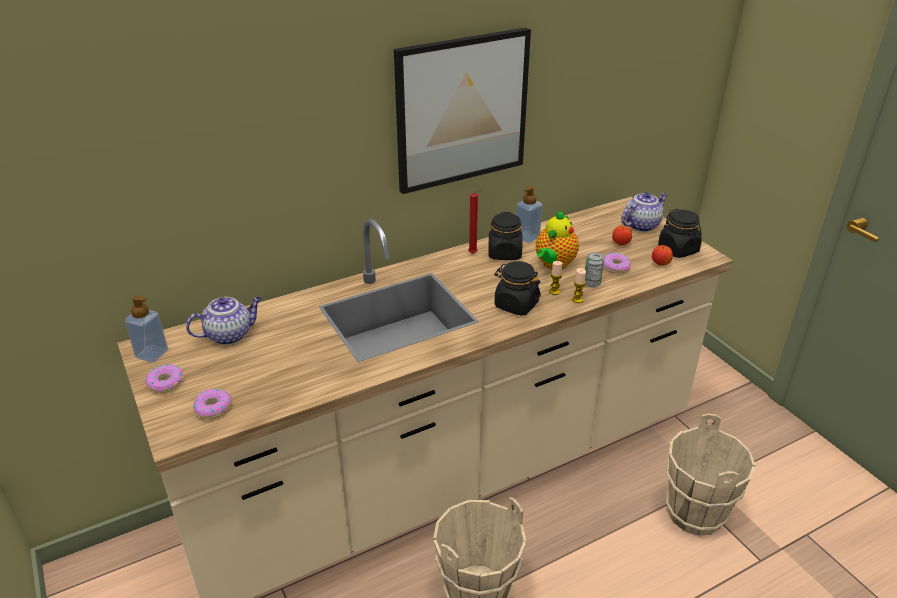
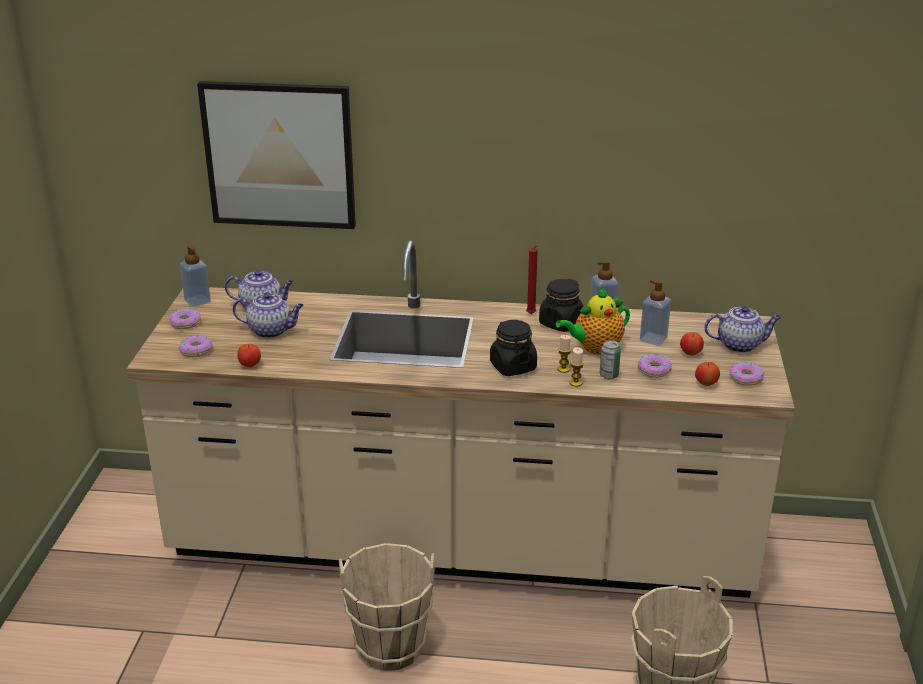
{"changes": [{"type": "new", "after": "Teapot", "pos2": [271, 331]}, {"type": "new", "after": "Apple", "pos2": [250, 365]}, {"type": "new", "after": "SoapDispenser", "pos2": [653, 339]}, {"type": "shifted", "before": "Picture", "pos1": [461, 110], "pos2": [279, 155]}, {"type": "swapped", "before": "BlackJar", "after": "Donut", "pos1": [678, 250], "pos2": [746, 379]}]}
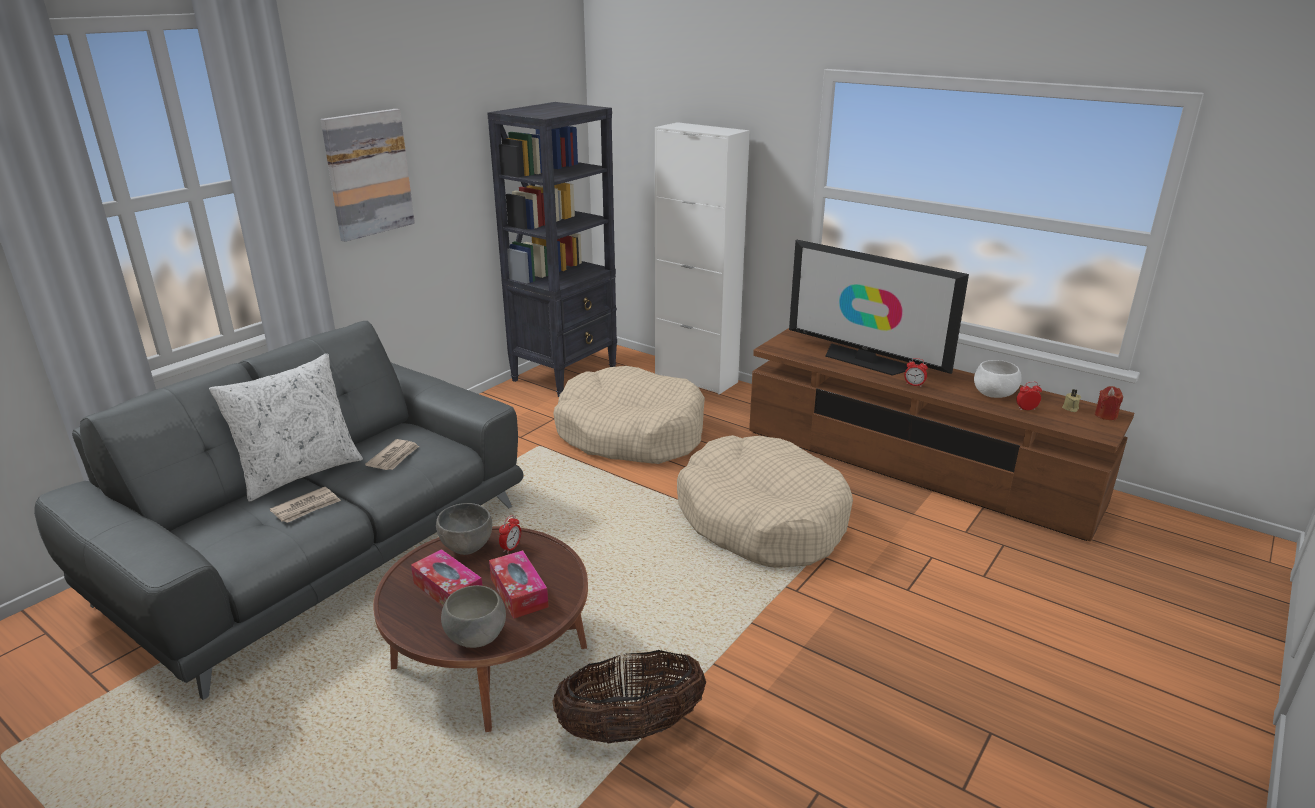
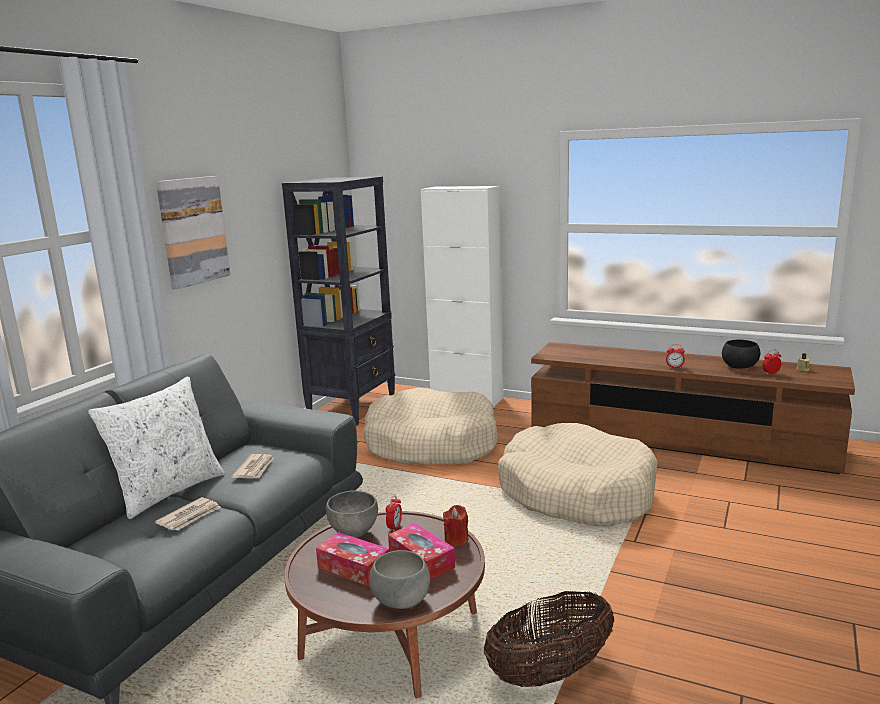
{"changes": [{"type": "gone", "before": "Television", "pos1": [865, 361]}, {"type": "shifted", "before": "RedCandle", "pos1": [1106, 415], "pos2": [456, 539]}, {"type": "repainted", "before": "WhiteBowl", "after": "BlackBowl", "pos1": [994, 393], "pos2": [739, 366]}]}
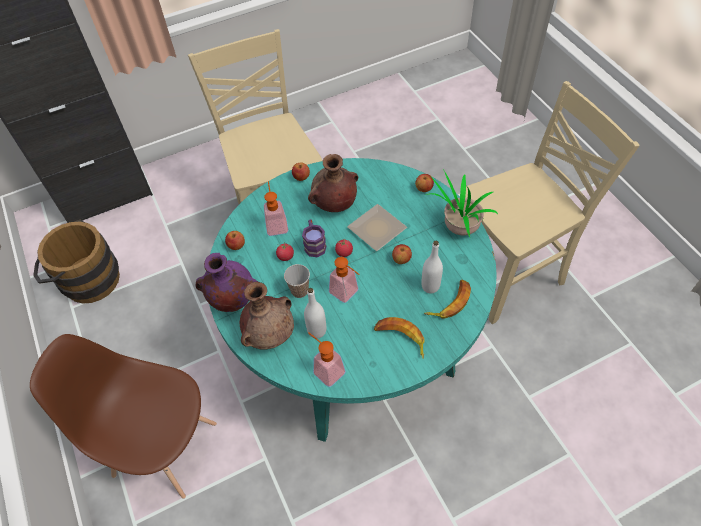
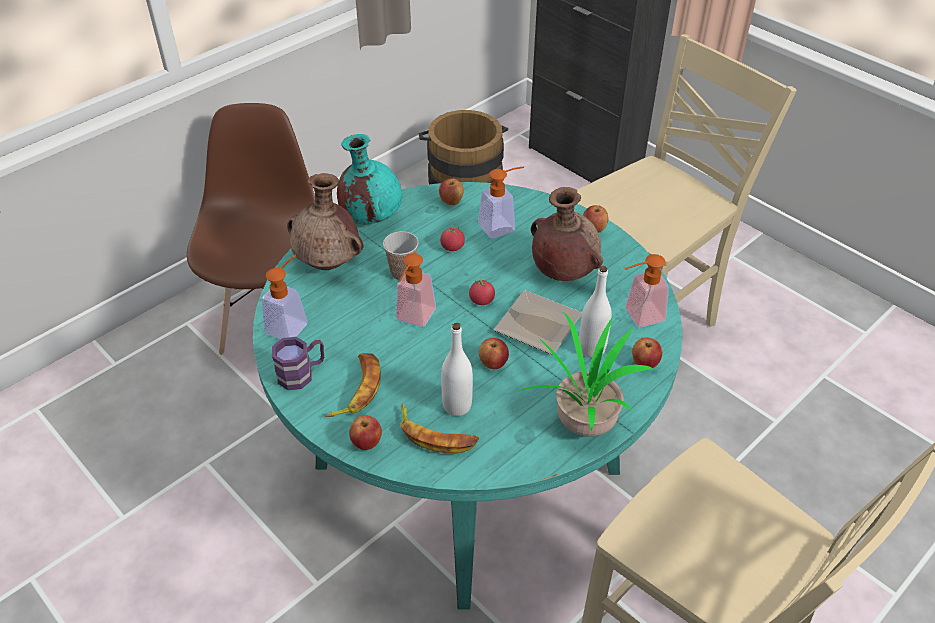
{"changes": [{"type": "new", "after": "Apple", "pos2": [367, 442]}, {"type": "new", "after": "SoapDispenser", "pos2": [638, 317]}, {"type": "shifted", "before": "PurpleMug", "pos1": [314, 244], "pos2": [302, 373]}, {"type": "shifted", "before": "WhiteBottle", "pos1": [317, 331], "pos2": [591, 349]}, {"type": "repainted", "before": "PurpleVase", "after": "TurquoiseVase", "pos1": [231, 299], "pos2": [371, 218]}]}
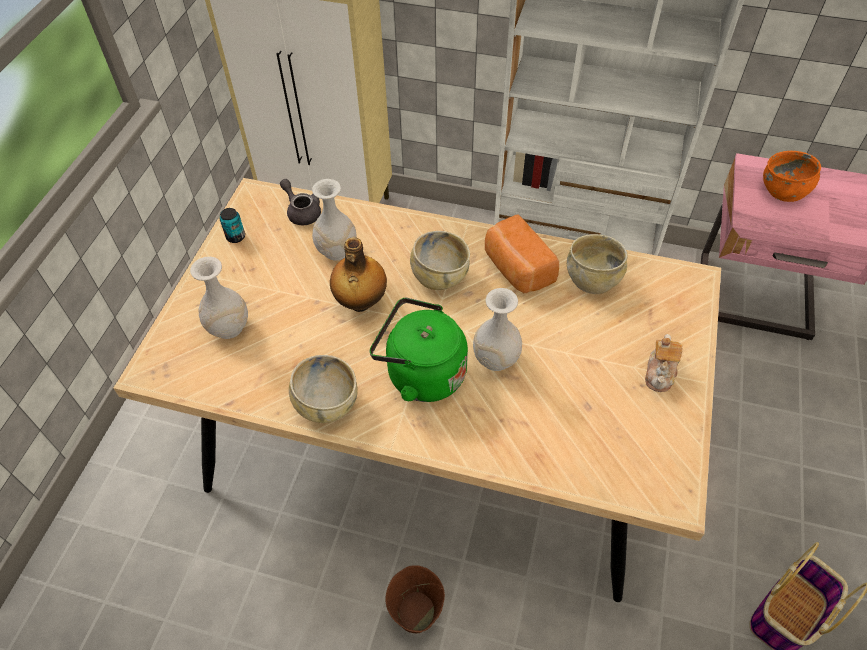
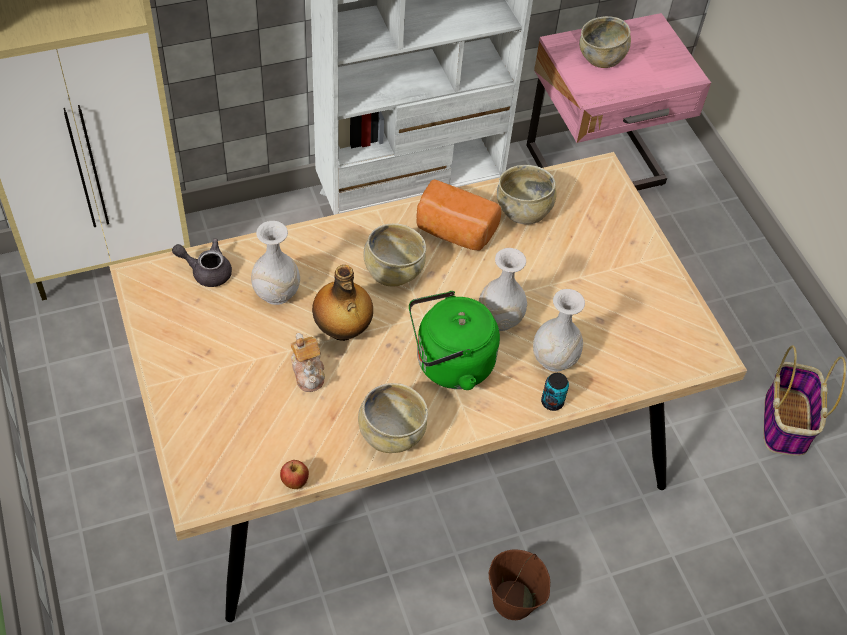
{"changes": [{"type": "new", "after": "Apple", "pos2": [294, 482]}, {"type": "shifted", "before": "WhiteVase", "pos1": [229, 328], "pos2": [554, 359]}, {"type": "shifted", "before": "Can", "pos1": [235, 237], "pos2": [552, 402]}, {"type": "shifted", "before": "Teapot", "pos1": [660, 373], "pos2": [308, 372]}, {"type": "repainted", "before": "OrangeBowl", "after": "BeigeBowl", "pos1": [783, 191], "pos2": [601, 58]}]}
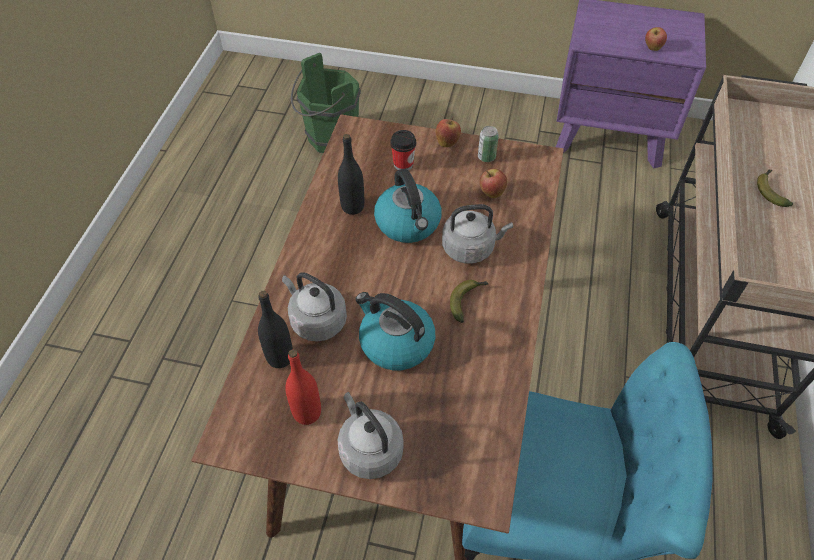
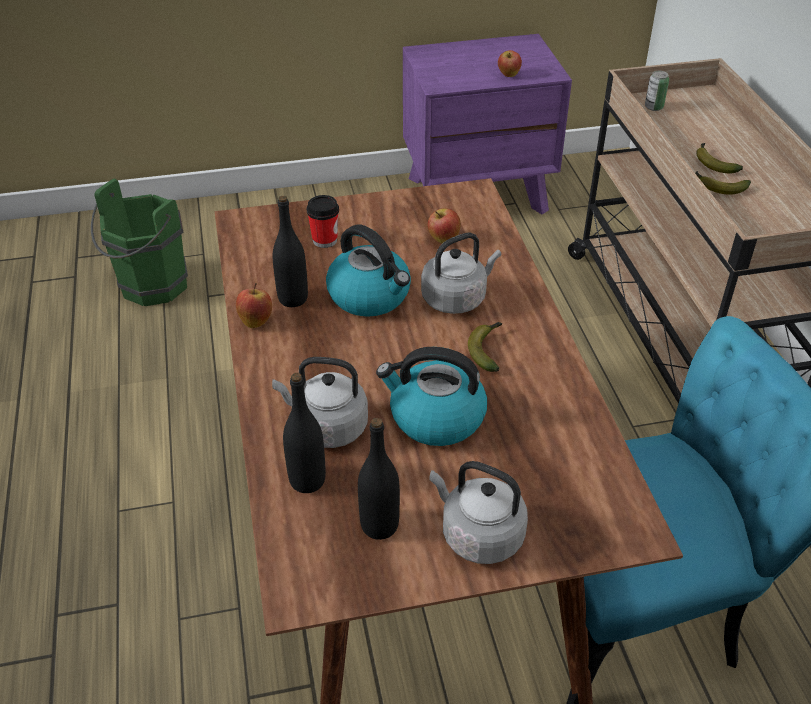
{"changes": [{"type": "new", "after": "Banana", "pos2": [718, 187]}, {"type": "shifted", "before": "Apple", "pos1": [447, 142], "pos2": [256, 321]}, {"type": "shifted", "before": "Can", "pos1": [486, 157], "pos2": [654, 107]}, {"type": "repainted", "before": "RedBottle", "after": "BlackBottle", "pos1": [307, 412], "pos2": [379, 525]}]}
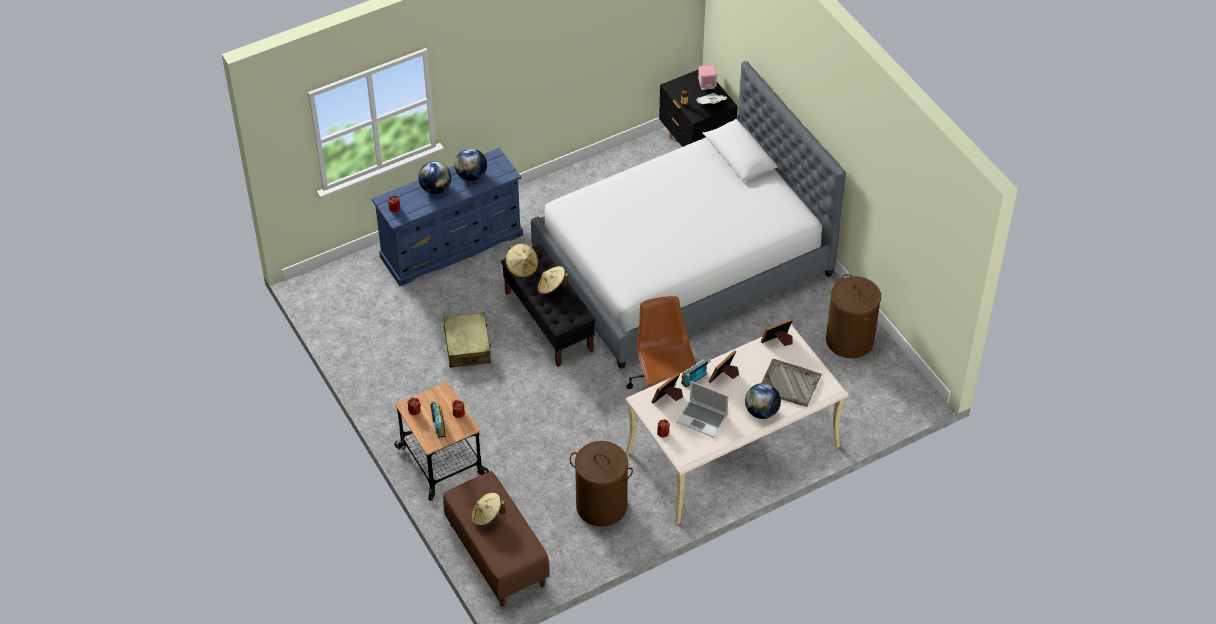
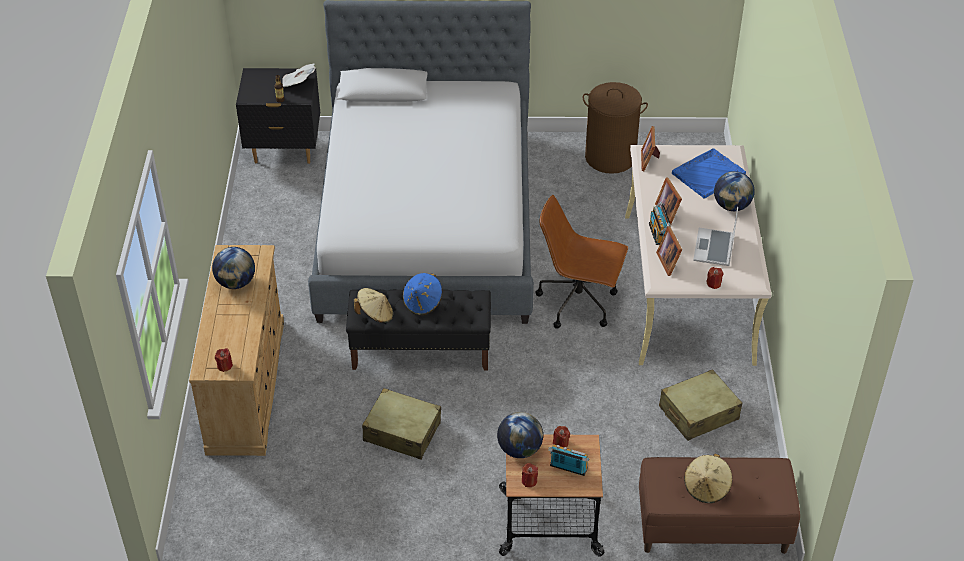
{"changes": [{"type": "gone", "before": "PinkSpeaker", "pos1": [707, 85]}, {"type": "shifted", "before": "Globe", "pos1": [435, 188], "pos2": [519, 449]}, {"type": "swapped", "before": "BrownLaundryBasket", "after": "BeigeSuitcase", "pos1": [601, 506], "pos2": [698, 413]}, {"type": "repainted", "before": "BlueDresser", "after": "BeigeDresser", "pos1": [452, 245], "pos2": [246, 385]}, {"type": "repainted", "before": "BeigeHat", "after": "BlueHat", "pos1": [552, 287], "pos2": [423, 303]}, {"type": "repainted", "before": "GreyTray", "after": "BlueTray", "pos1": [790, 384], "pos2": [709, 174]}, {"type": "rotated", "before": "Laptop", "pos1": [703, 419], "pos2": [714, 249], "turn": 135}]}
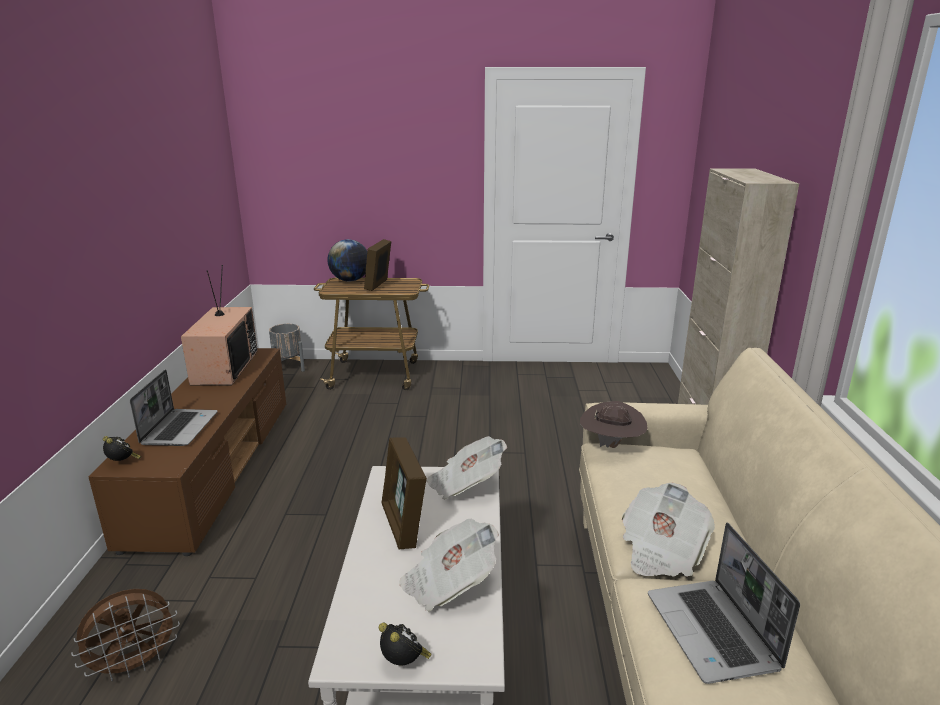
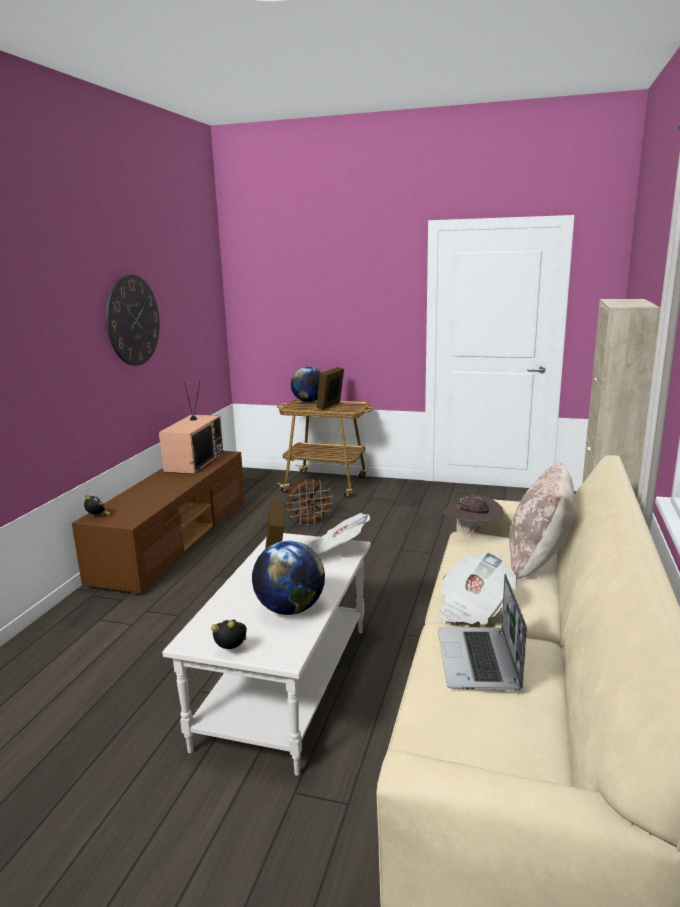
{"changes": [{"type": "gone", "before": "Laptop", "pos1": [179, 428]}, {"type": "gone", "before": "GreyPlanter", "pos1": [288, 367]}, {"type": "new", "after": "WallClock", "pos2": [133, 320]}, {"type": "new", "after": "BeigePillow", "pos2": [538, 561]}, {"type": "shifted", "before": "BrownFan", "pos1": [135, 665], "pos2": [309, 522]}, {"type": "swapped", "before": "Newspaper", "after": "Globe", "pos1": [448, 583], "pos2": [290, 609]}, {"type": "rotated", "before": "AlarmClock", "pos1": [404, 664], "pos2": [232, 650], "turn": -60}]}
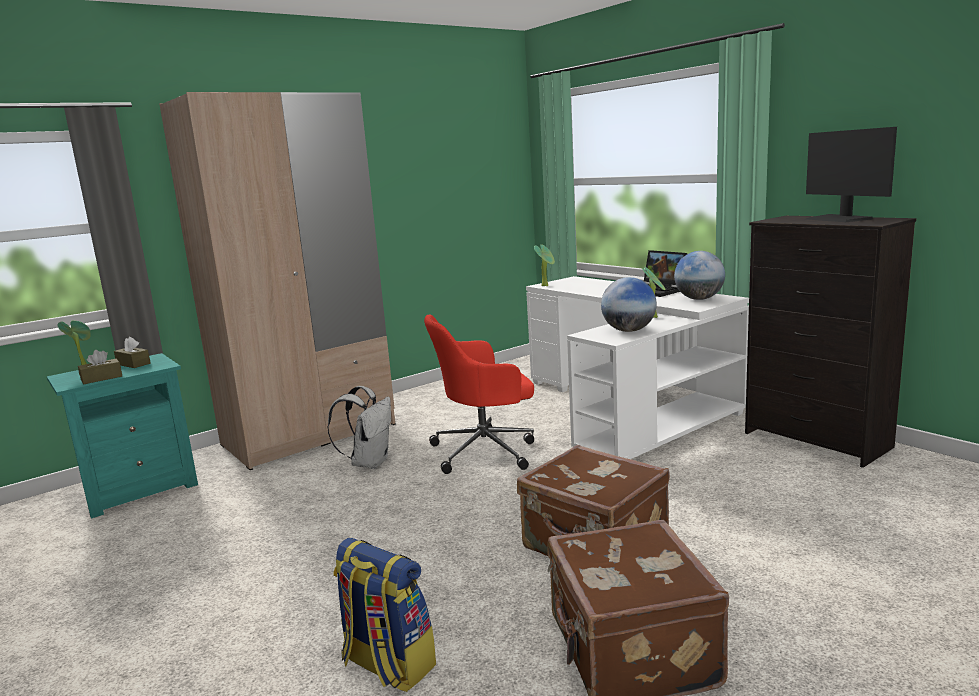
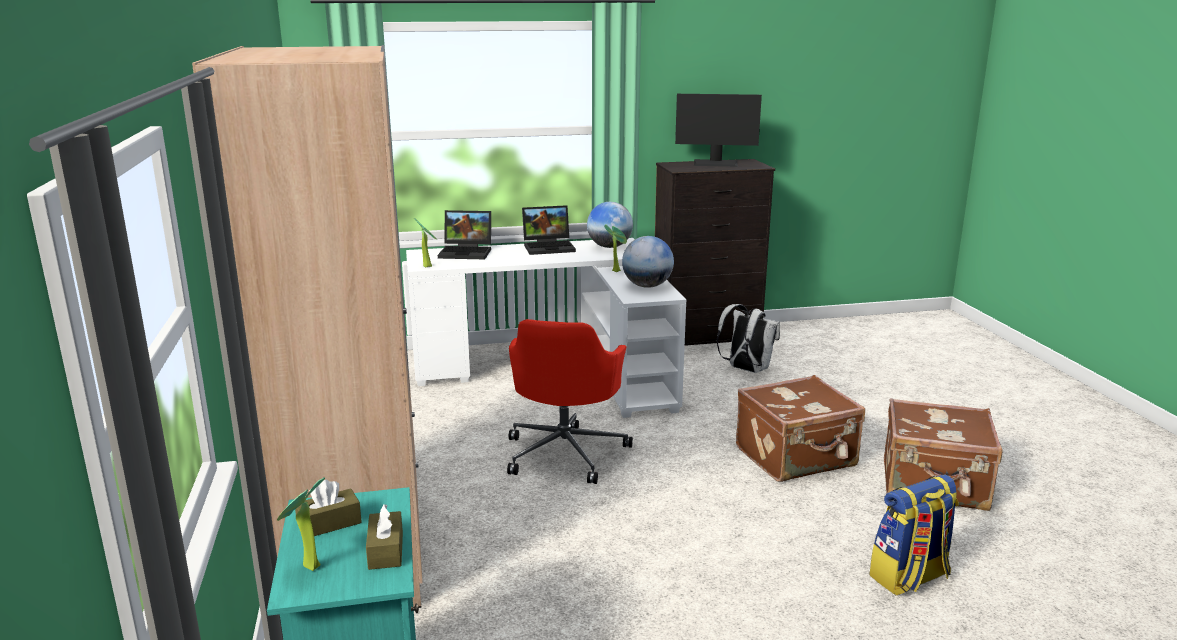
{"changes": [{"type": "new", "after": "Laptop", "pos2": [467, 252]}, {"type": "shifted", "before": "WhiteBackpack", "pos1": [369, 462], "pos2": [746, 369]}]}
